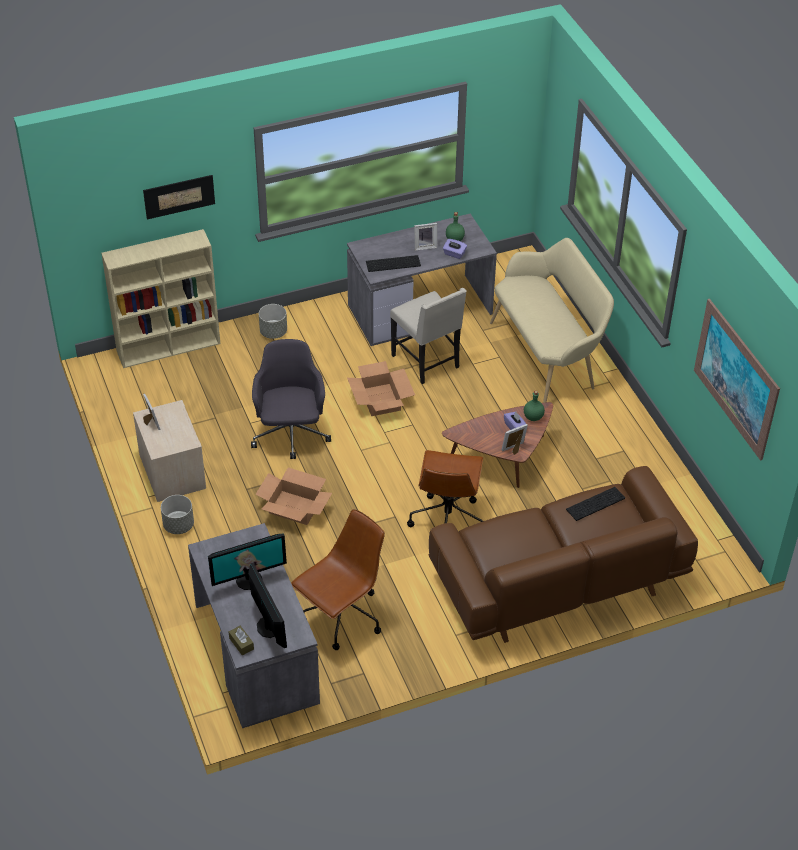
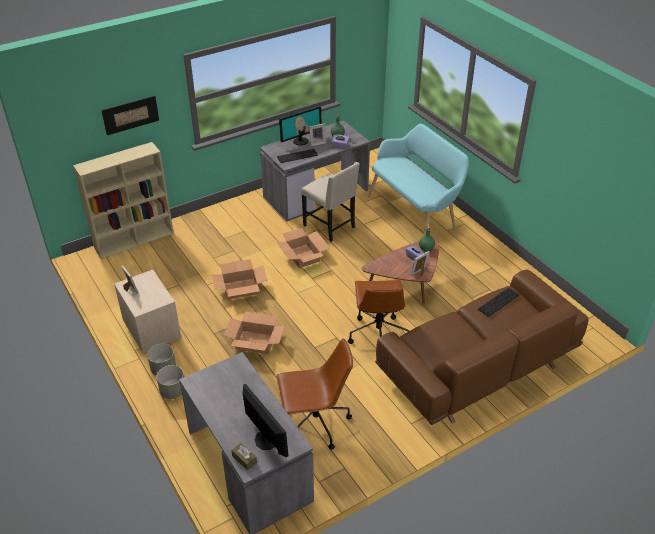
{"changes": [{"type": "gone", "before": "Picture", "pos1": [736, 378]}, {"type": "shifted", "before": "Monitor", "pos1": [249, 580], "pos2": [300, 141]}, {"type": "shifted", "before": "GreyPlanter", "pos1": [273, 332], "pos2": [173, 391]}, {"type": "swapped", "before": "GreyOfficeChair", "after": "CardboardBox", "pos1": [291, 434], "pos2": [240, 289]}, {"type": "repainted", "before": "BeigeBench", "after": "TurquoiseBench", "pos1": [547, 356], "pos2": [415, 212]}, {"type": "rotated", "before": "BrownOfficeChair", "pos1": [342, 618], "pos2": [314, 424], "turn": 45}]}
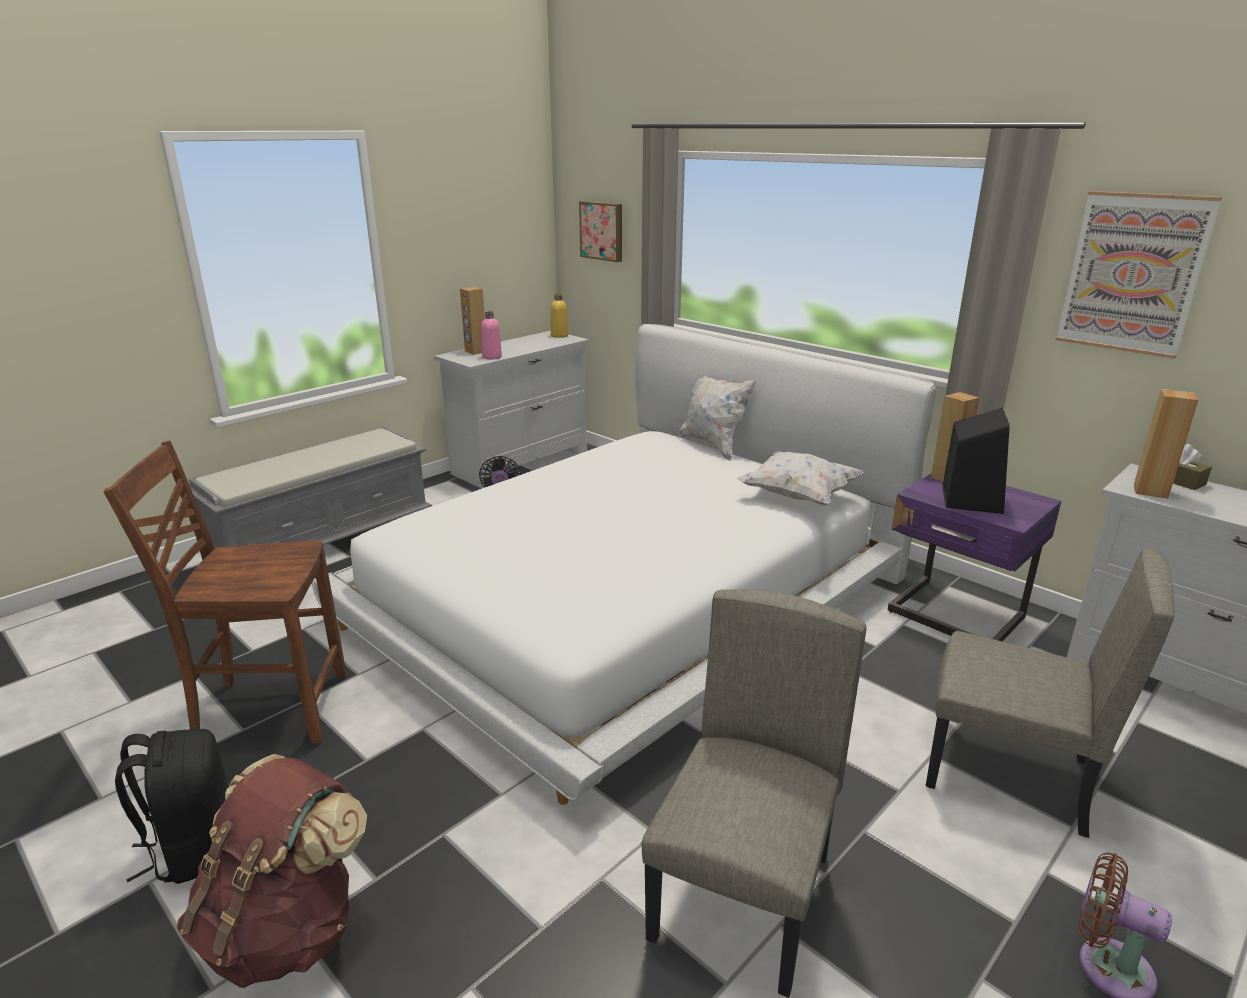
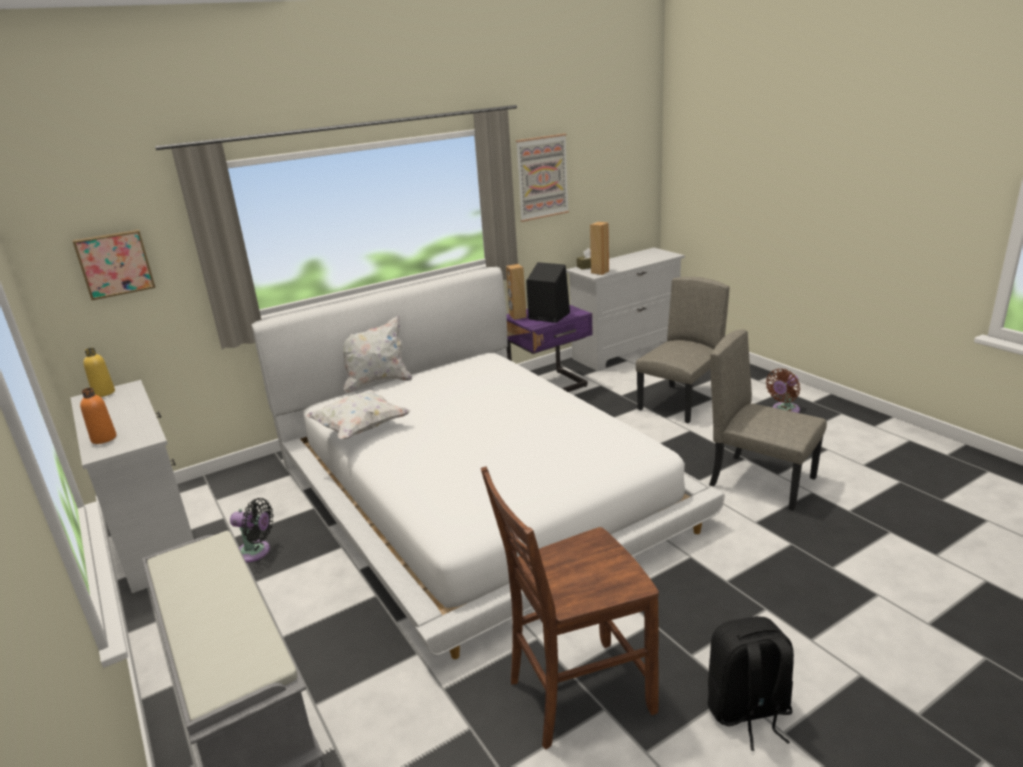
{"changes": [{"type": "gone", "before": "BrownBackpack", "pos1": [286, 928]}, {"type": "gone", "before": "PinkBottle", "pos1": [492, 357]}, {"type": "shifted", "before": "WhitePillow", "pos1": [797, 496], "pos2": [360, 429]}, {"type": "swapped", "before": "BrownSpeaker", "after": "OrangeBottle", "pos1": [475, 351], "pos2": [104, 438]}, {"type": "rotated", "before": "BrownChair", "pos1": [269, 708], "pos2": [576, 694], "turn": 60}]}
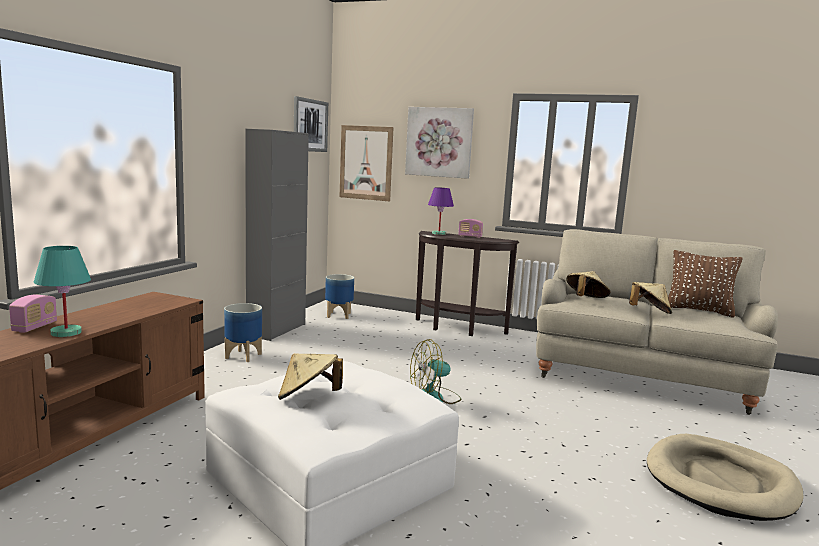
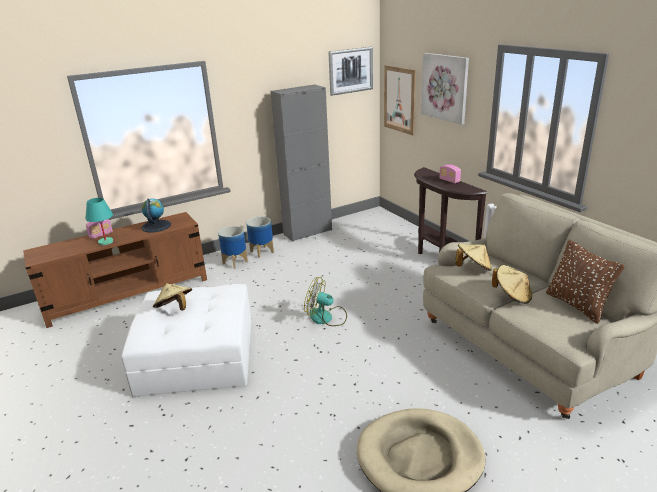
{"changes": [{"type": "gone", "before": "PurpleTableLamp", "pos1": [439, 233]}, {"type": "new", "after": "Globe", "pos2": [156, 226]}, {"type": "shifted", "before": "Planter", "pos1": [339, 315], "pos2": [235, 262]}]}
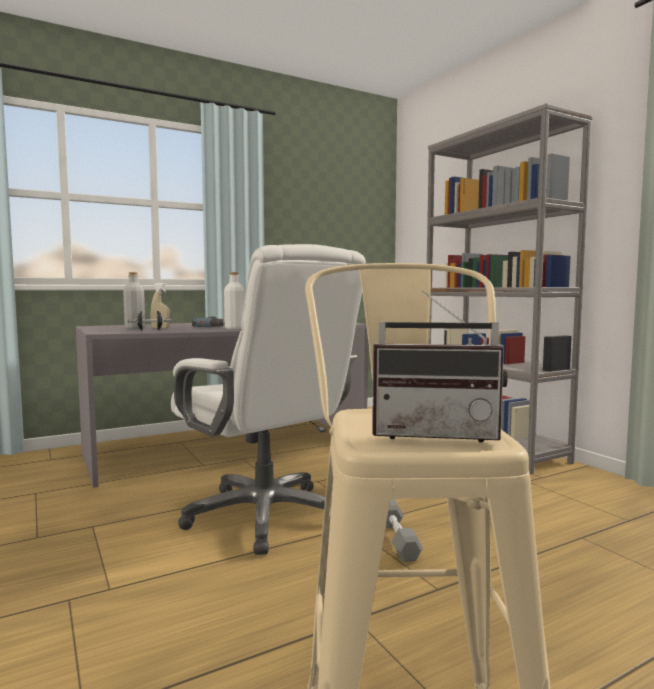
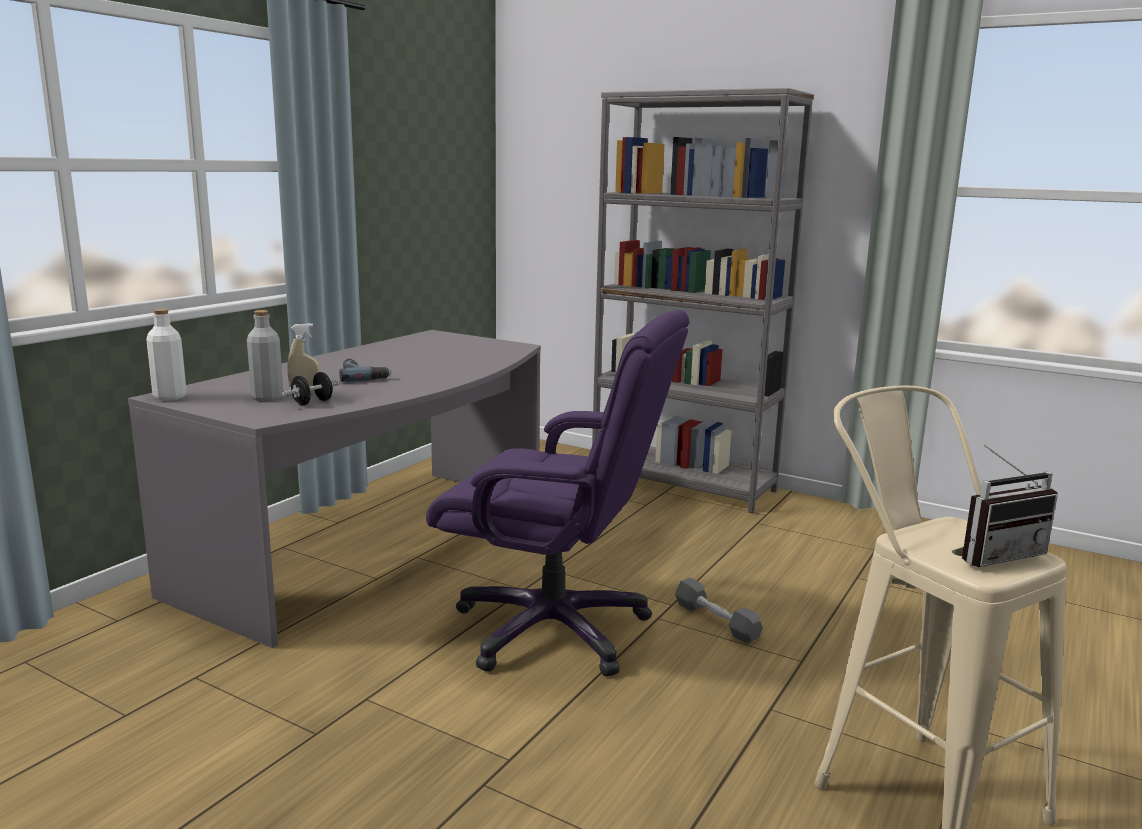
{"changes": [{"type": "shifted", "before": "WhiteBottle", "pos1": [235, 328], "pos2": [170, 397]}, {"type": "repainted", "before": "WhiteOfficeChair", "after": "PurpleOfficeChair", "pos1": [266, 515], "pos2": [554, 629]}]}
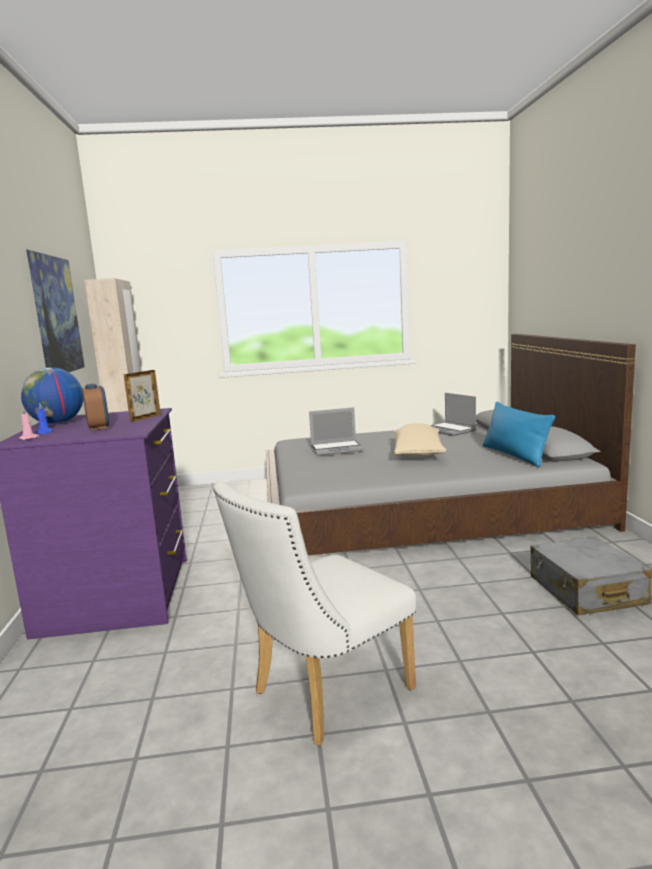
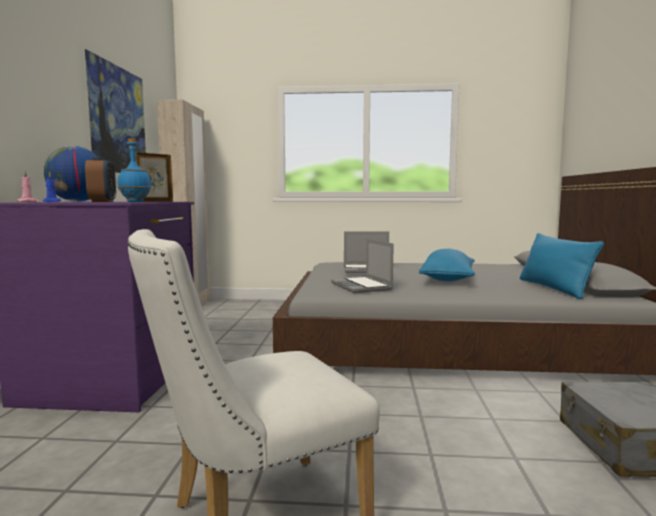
{"changes": [{"type": "new", "after": "BlueBottle", "pos2": [136, 202]}, {"type": "shifted", "before": "Laptop", "pos1": [450, 430], "pos2": [362, 286]}, {"type": "repainted", "before": "BeigePillow", "after": "BluePillow", "pos1": [418, 453], "pos2": [448, 279]}]}
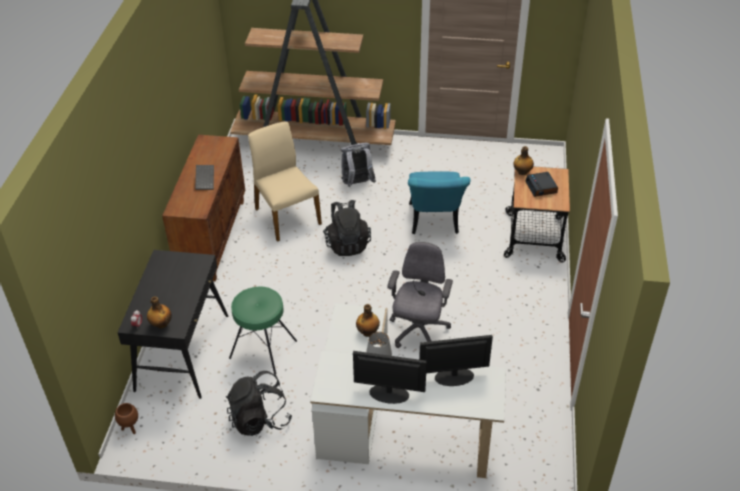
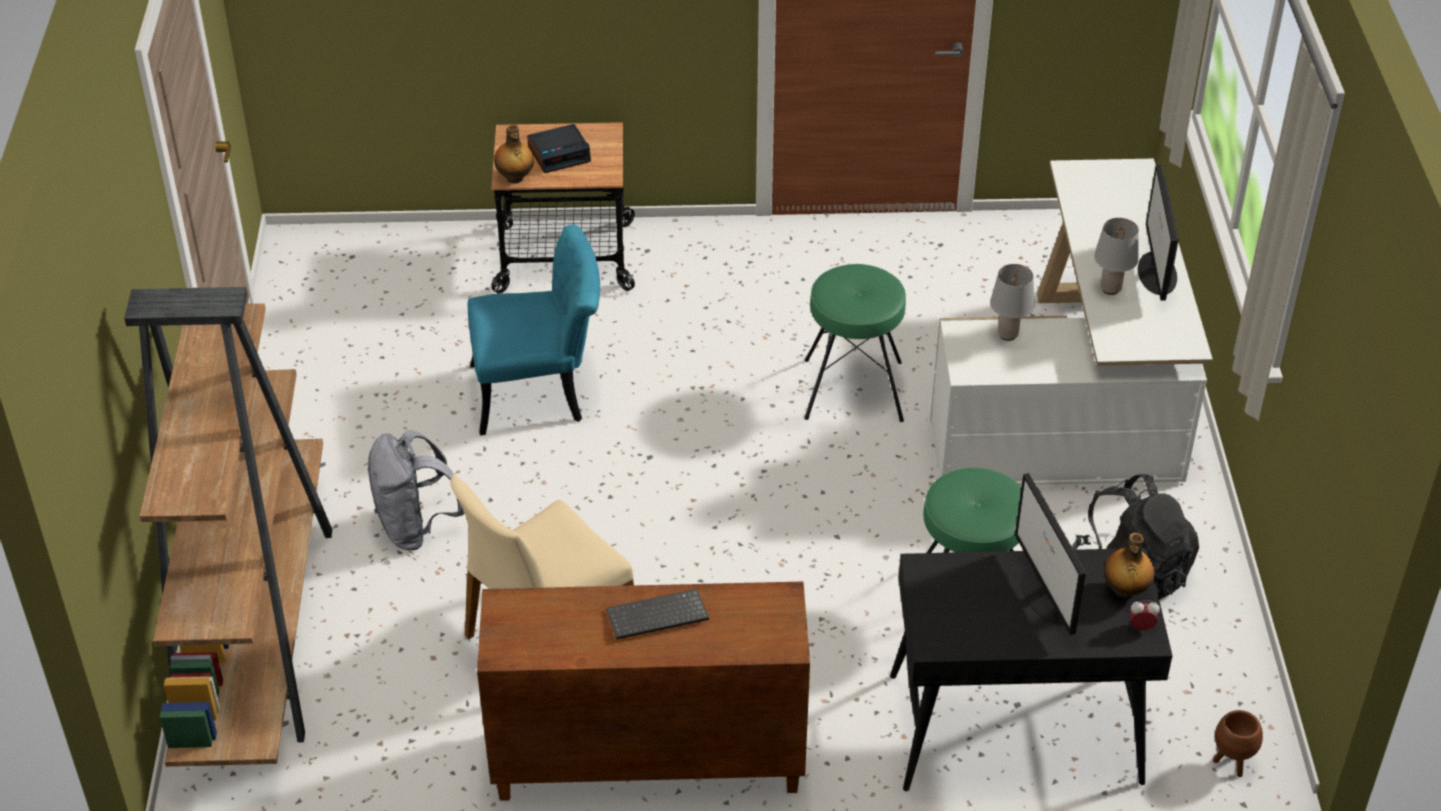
{"changes": [{"type": "gone", "before": "BlackBackpack", "pos1": [347, 244]}, {"type": "shifted", "before": "Monitor", "pos1": [453, 376], "pos2": [1047, 595]}, {"type": "swapped", "before": "Bottle", "after": "GreyTableLamp", "pos1": [368, 332], "pos2": [1008, 334]}, {"type": "swapped", "before": "GreyOfficeChair", "after": "GreenStool", "pos1": [418, 331], "pos2": [853, 389]}]}
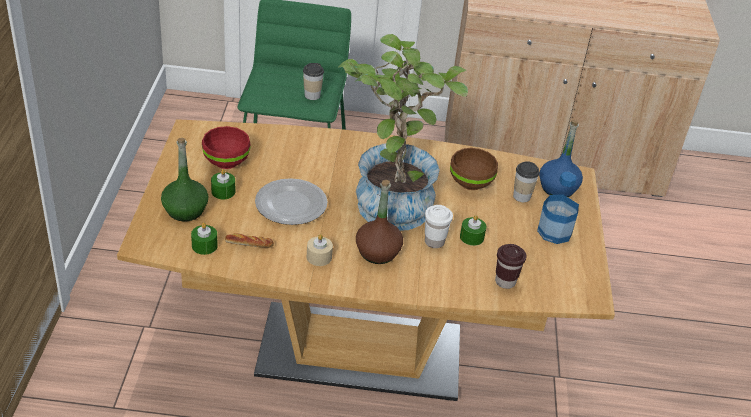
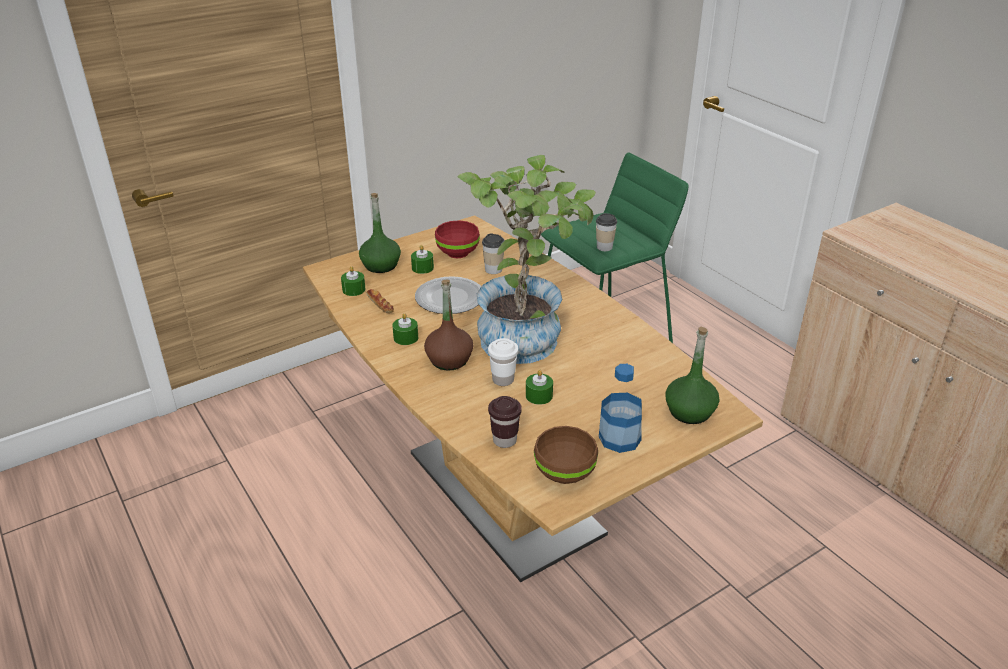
{"changes": [{"type": "shifted", "before": "BrownBowl", "pos1": [471, 183], "pos2": [564, 474]}, {"type": "shifted", "before": "Cup", "pos1": [521, 196], "pos2": [493, 270]}, {"type": "repainted", "before": "BeigeCandle", "after": "GreenCandle", "pos1": [319, 257], "pos2": [406, 338]}, {"type": "repainted", "before": "BlueBottle", "after": "GreenBottle", "pos1": [557, 188], "pos2": [690, 411]}]}
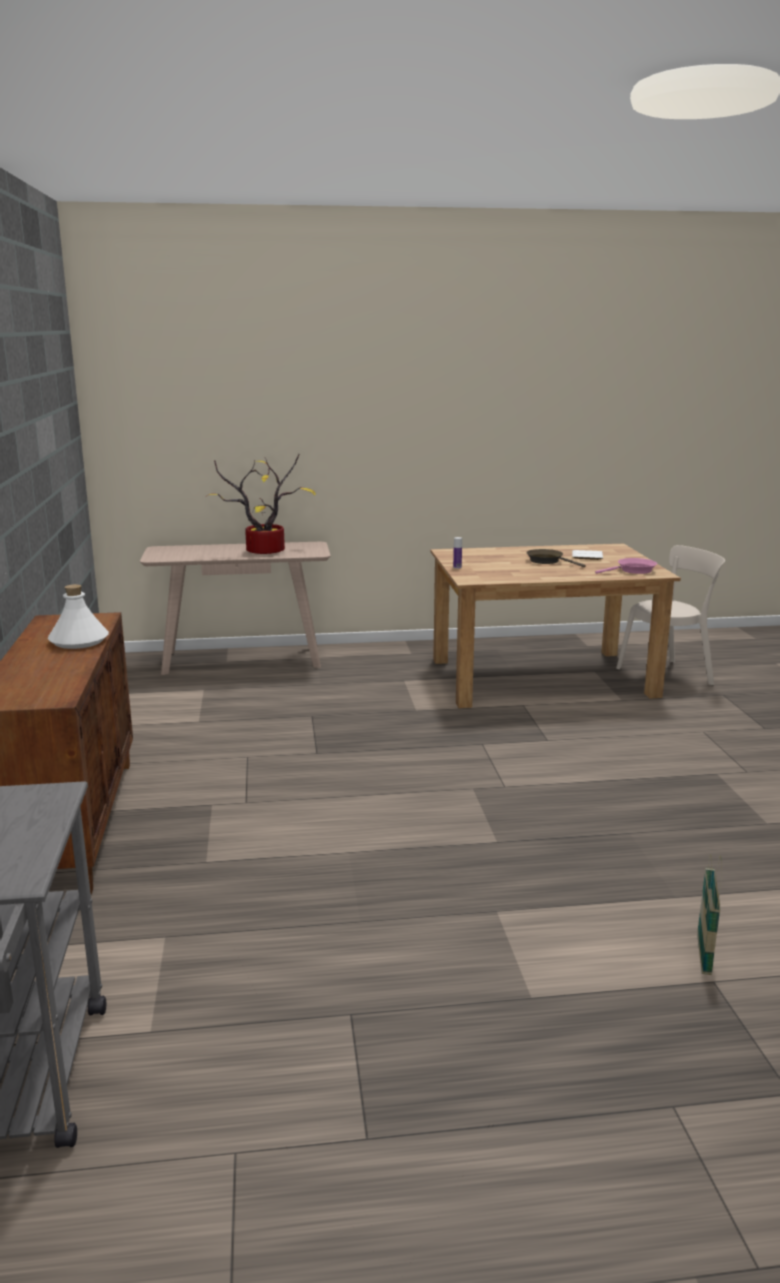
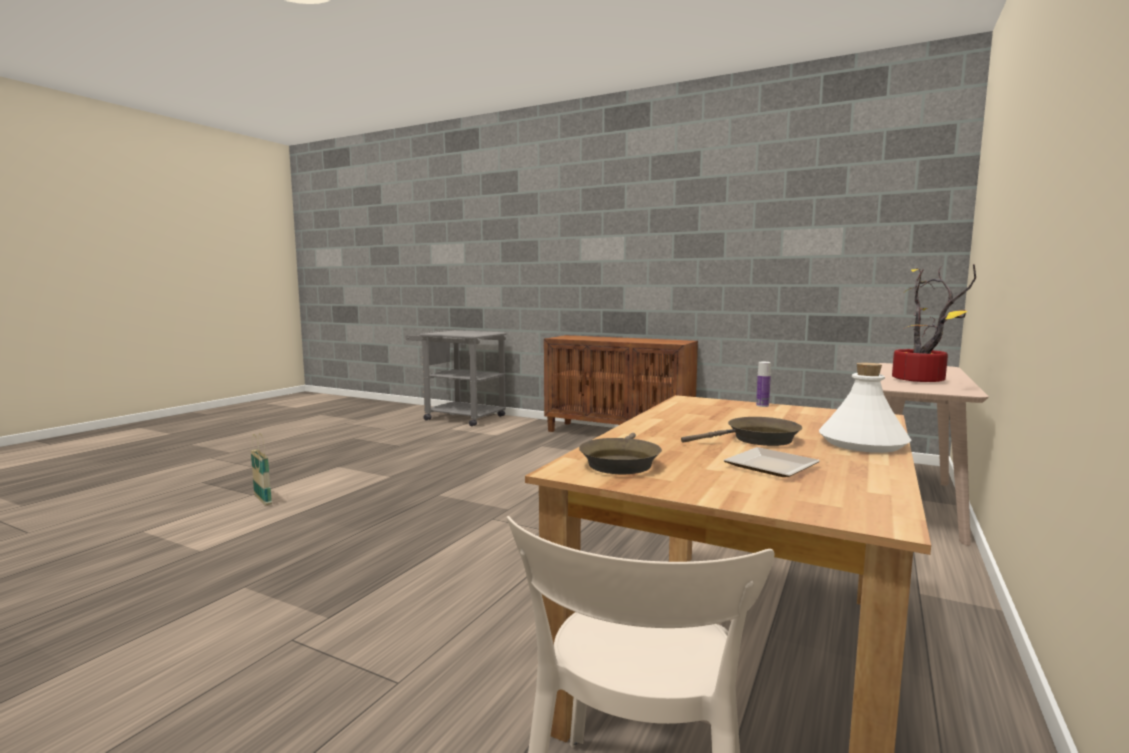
{"changes": [{"type": "shifted", "before": "WhiteBottle", "pos1": [78, 641], "pos2": [863, 443]}, {"type": "repainted", "before": "PinkFryingPan", "after": "BrownFryingPan", "pos1": [633, 570], "pos2": [620, 462]}]}
